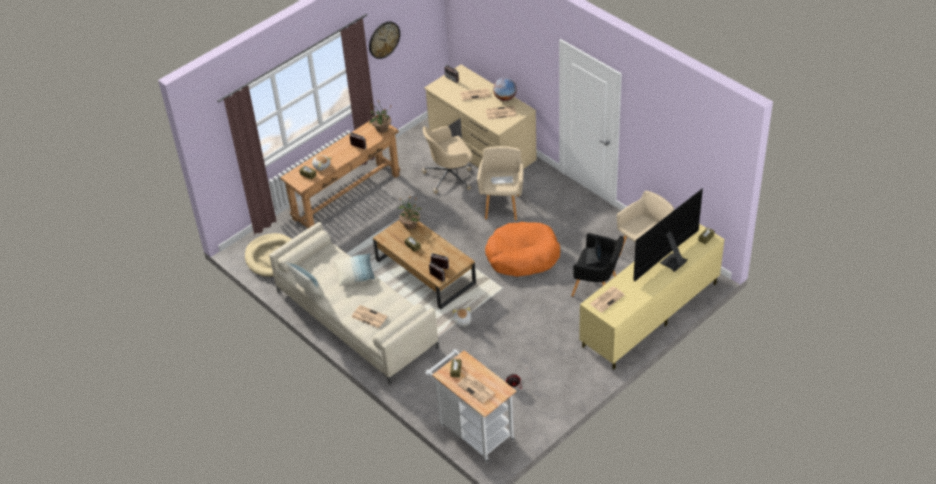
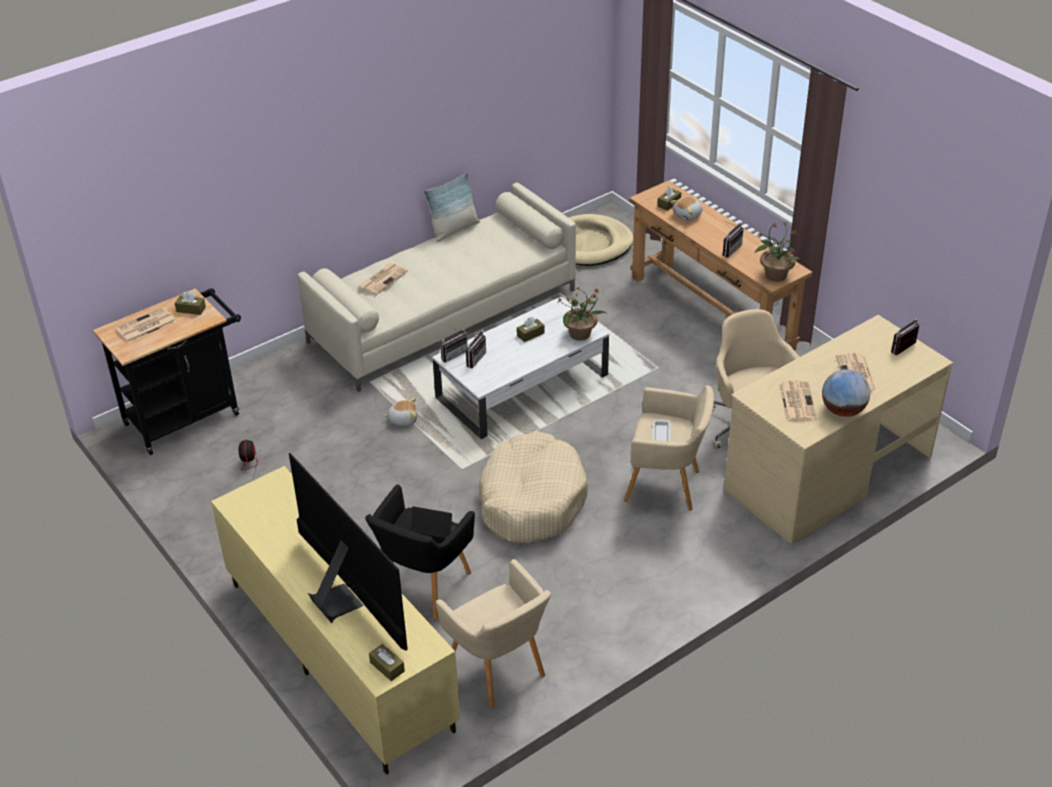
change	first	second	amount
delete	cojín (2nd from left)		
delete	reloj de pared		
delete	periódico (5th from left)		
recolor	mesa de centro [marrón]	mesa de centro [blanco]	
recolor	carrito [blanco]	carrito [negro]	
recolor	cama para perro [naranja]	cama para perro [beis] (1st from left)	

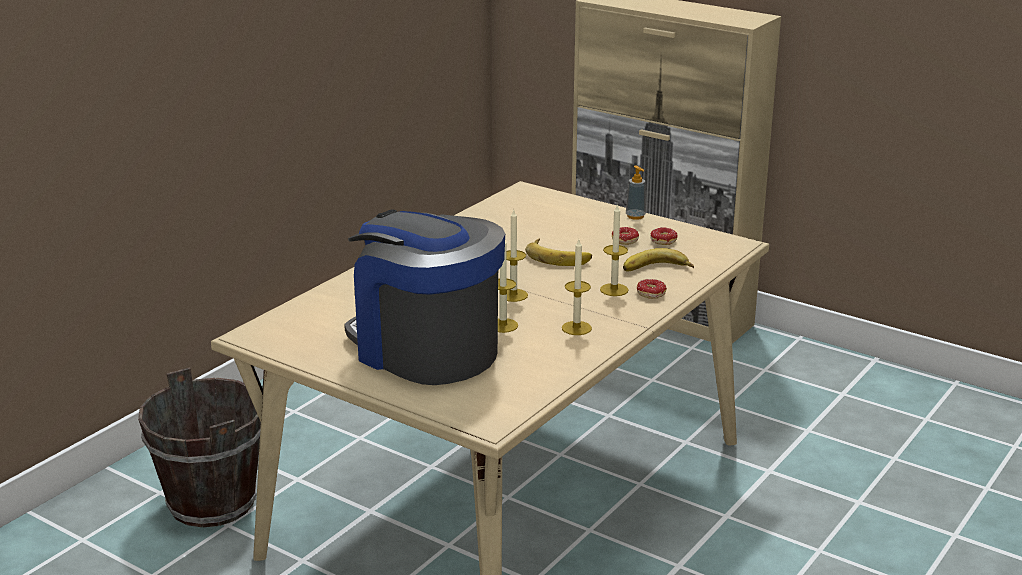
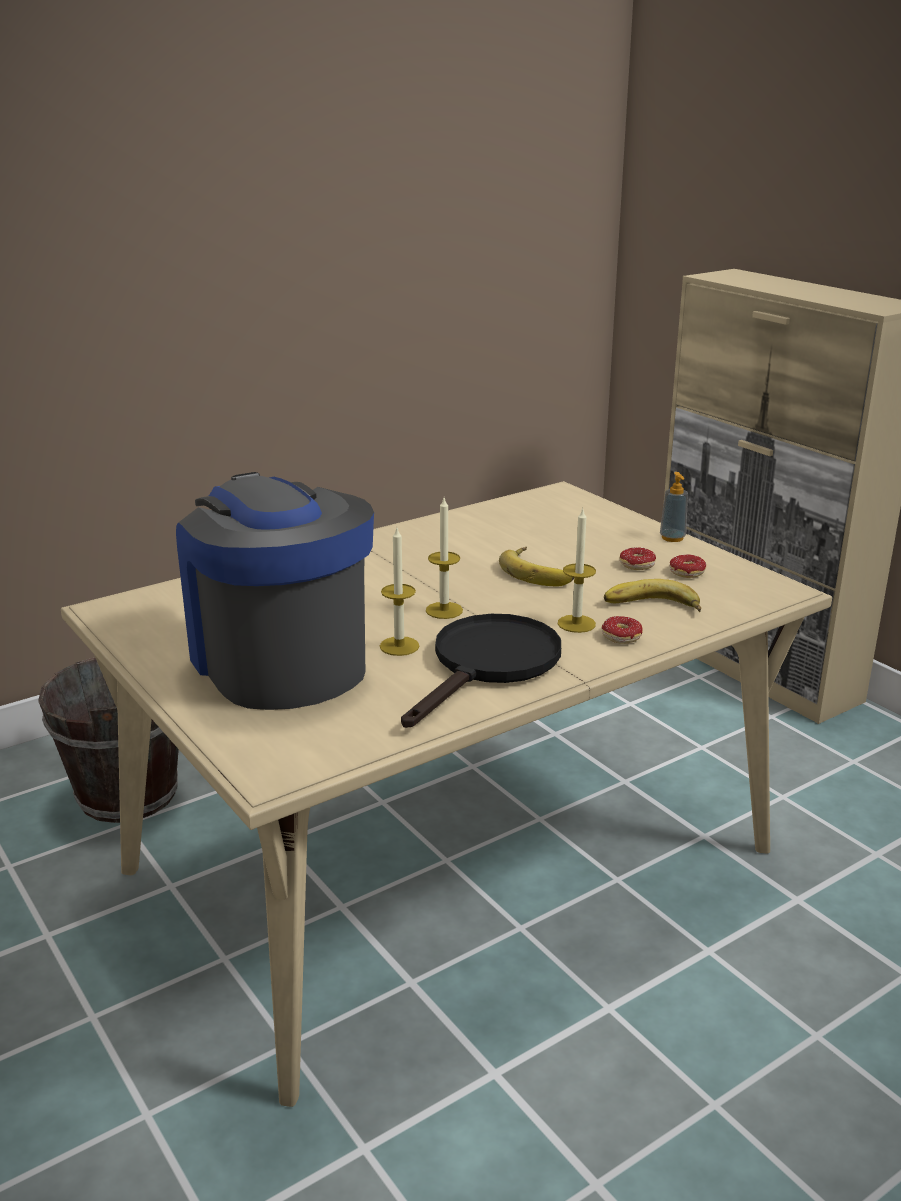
change	first	second	amount
replace	vela (3rd from left)	sartén [negro]	

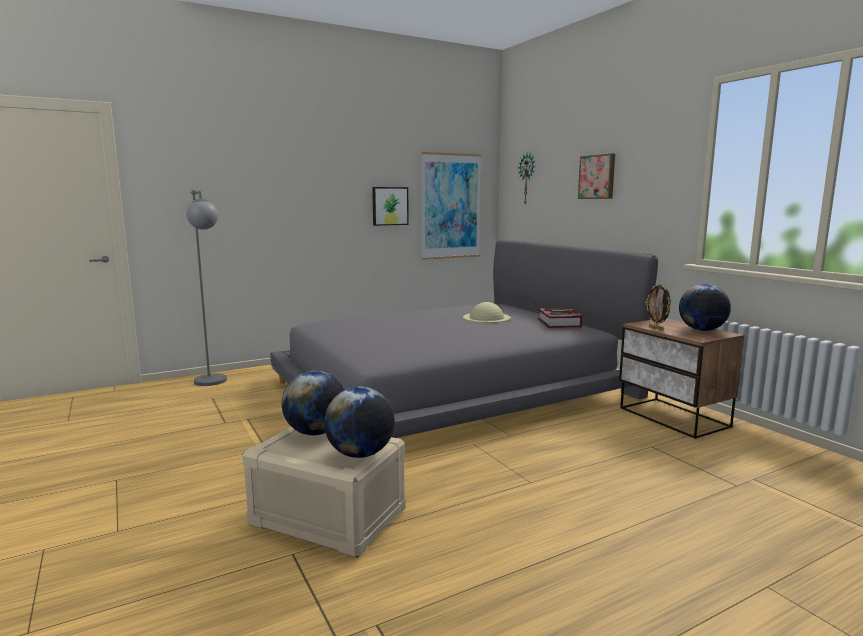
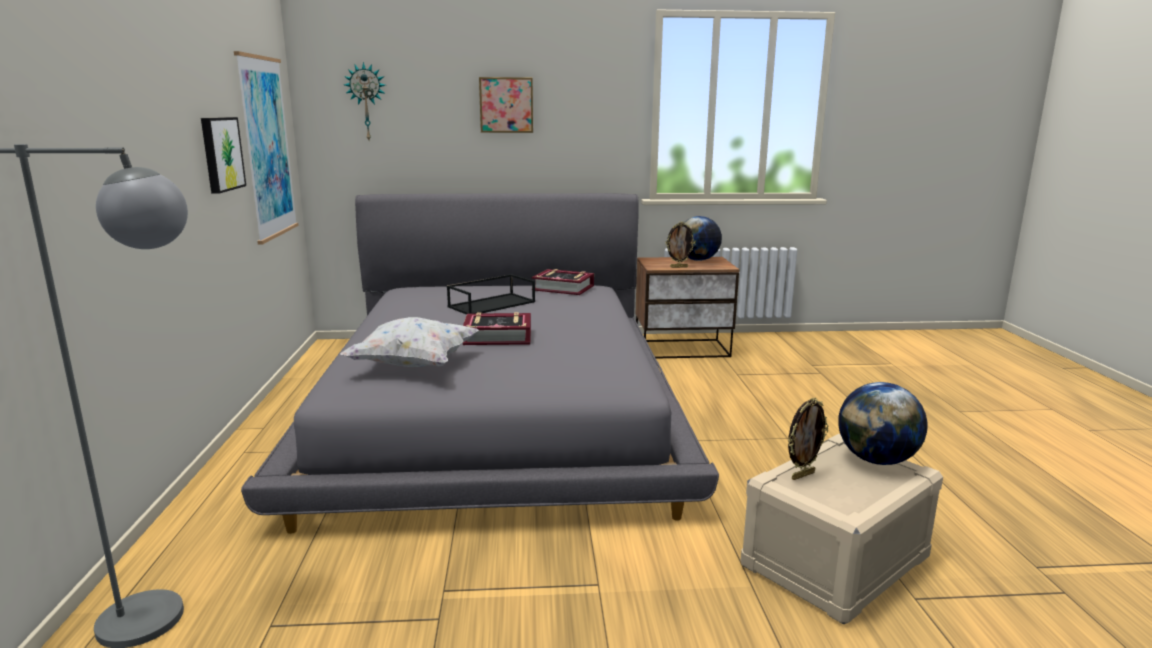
change	first	second	amount
insert		cojín [blanco]	
insert		libro (1st from left)	
replace	globo terráqueo (1st from left)	portarretratos (2nd from left)	
replace	sombrero [beis]	bandeja [negro]	

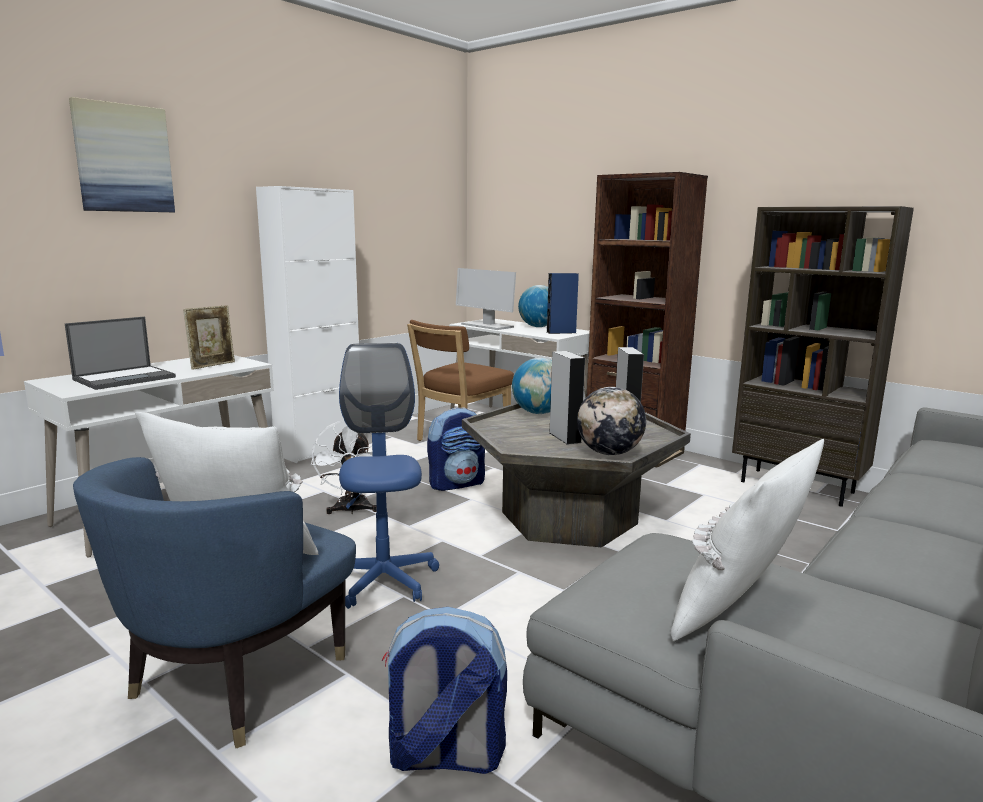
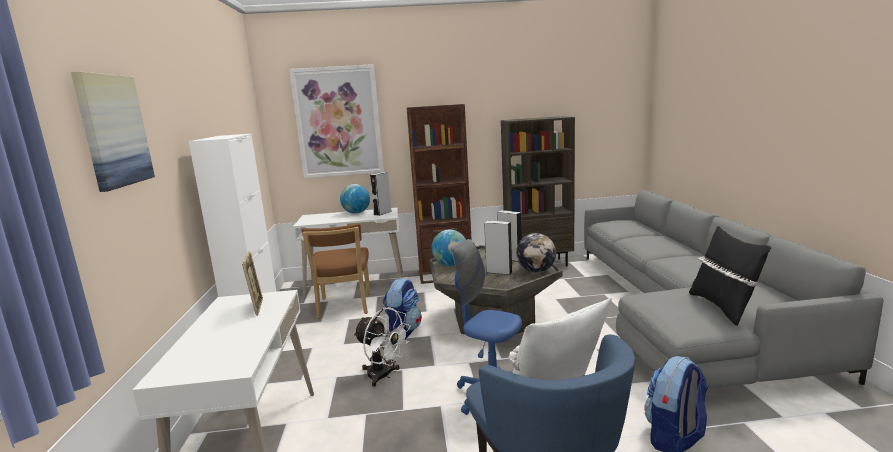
change	first	second	amount
delete	portátil		
delete	monitor		
insert		cuadro (2nd from left)	
recolor	altavoz [azul]	altavoz [gris] (1st from left)	
recolor	cojín [blanco] (2nd from left)	cojín [negro]	

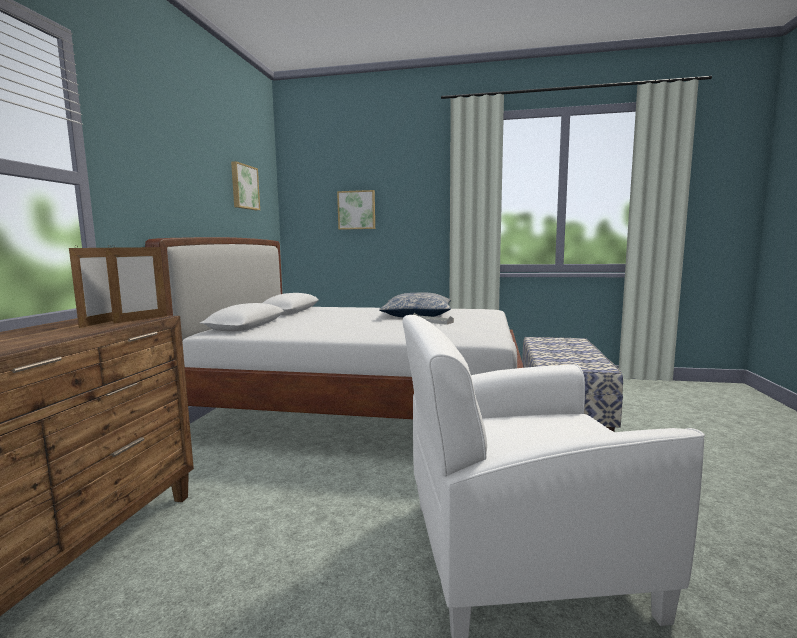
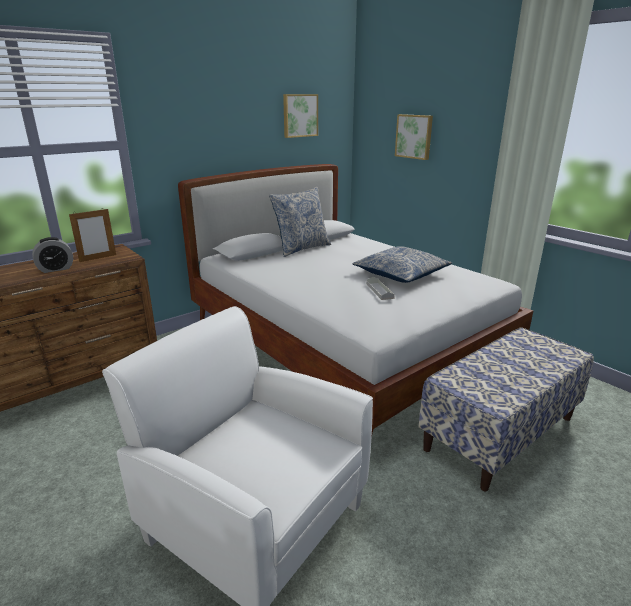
change	first	second	amount
delete	portarretratos (2nd from left)		
insert		despertador	
insert		cojín (1st from left)	

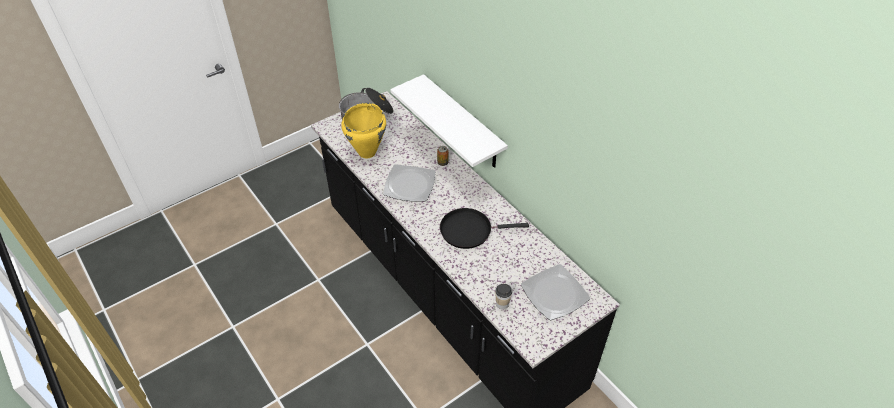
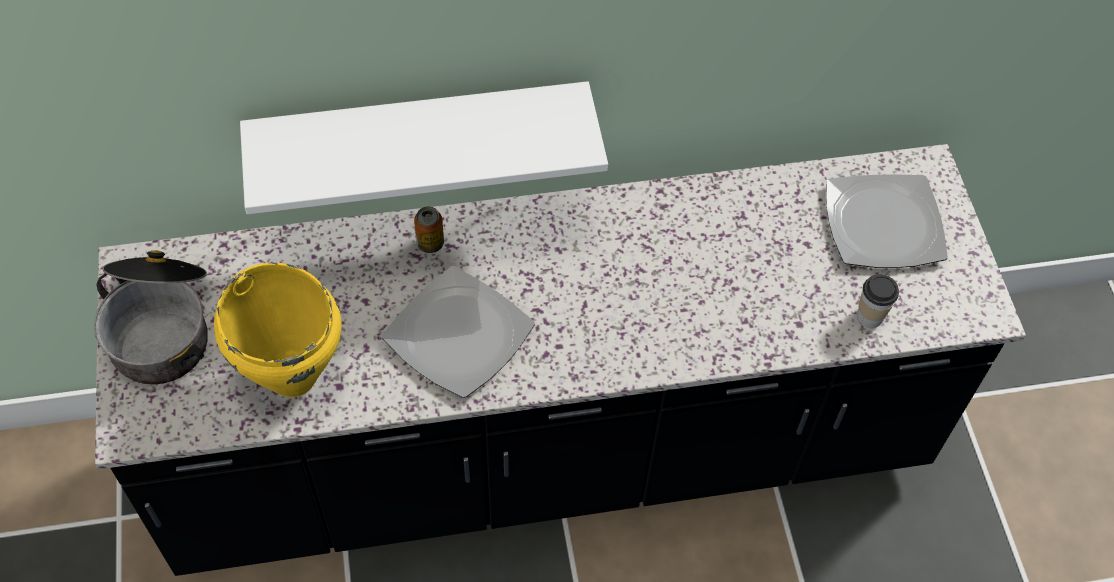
change	first	second	amount
delete	sartén [negro]		

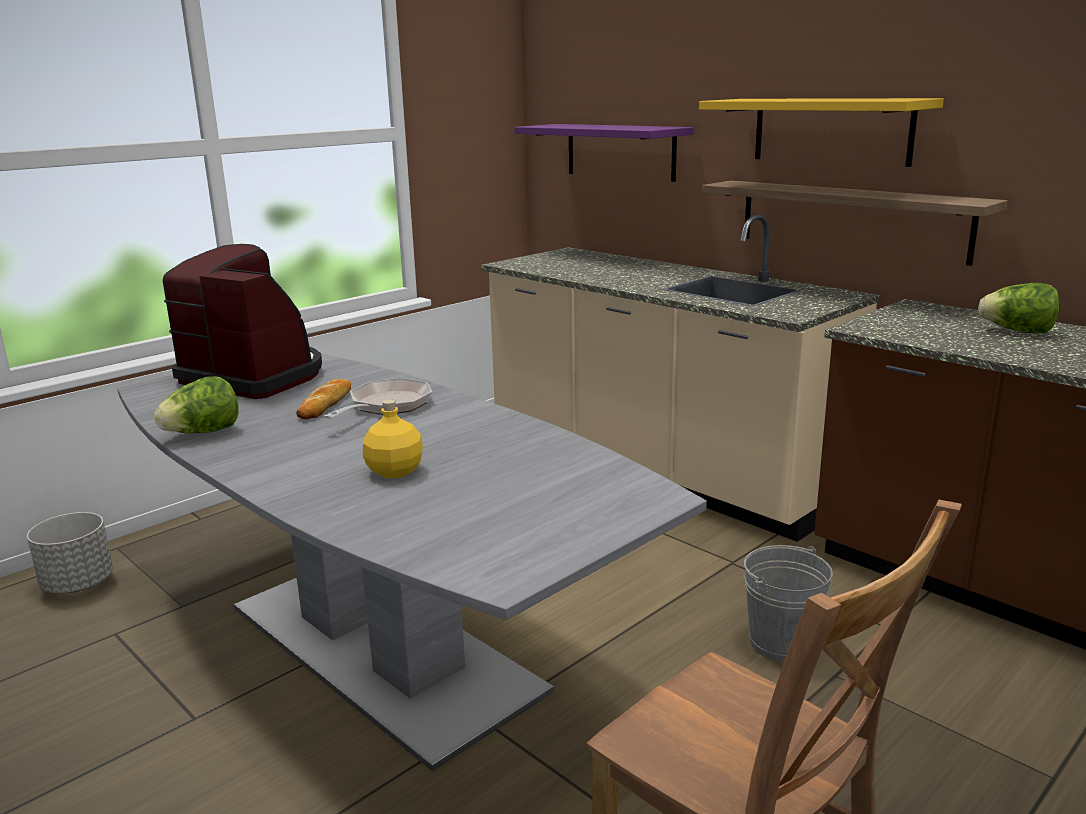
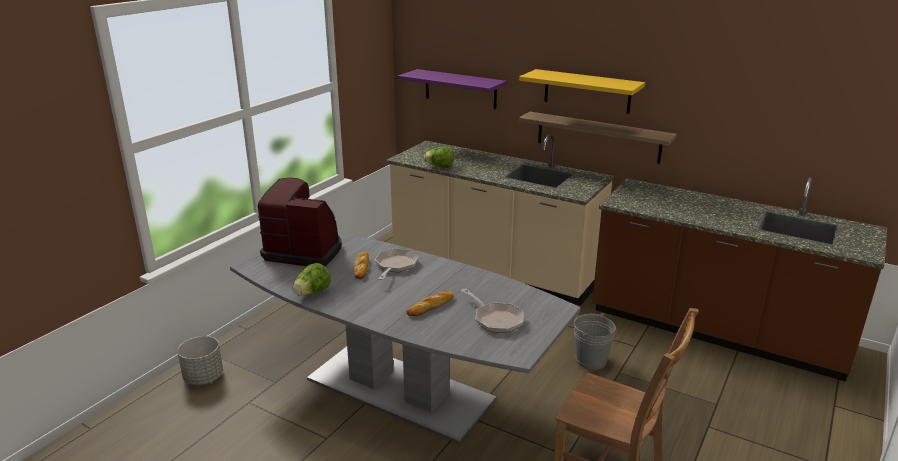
change	first	second	amount
insert		sartén (2nd from left)	
move	lechuga (2nd from left)		
replace	botella [amarillo]	pan (2nd from left)	

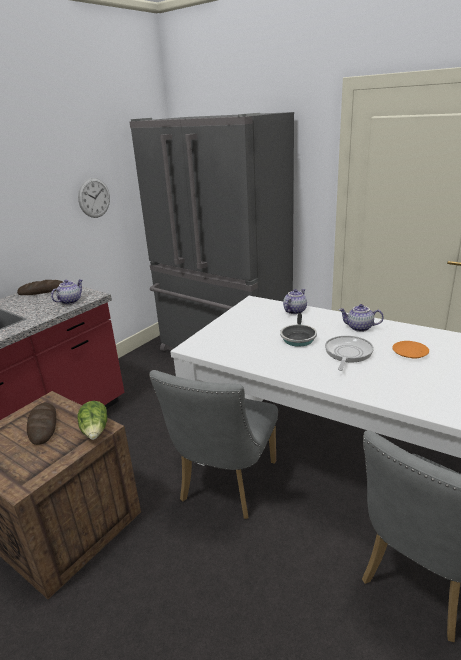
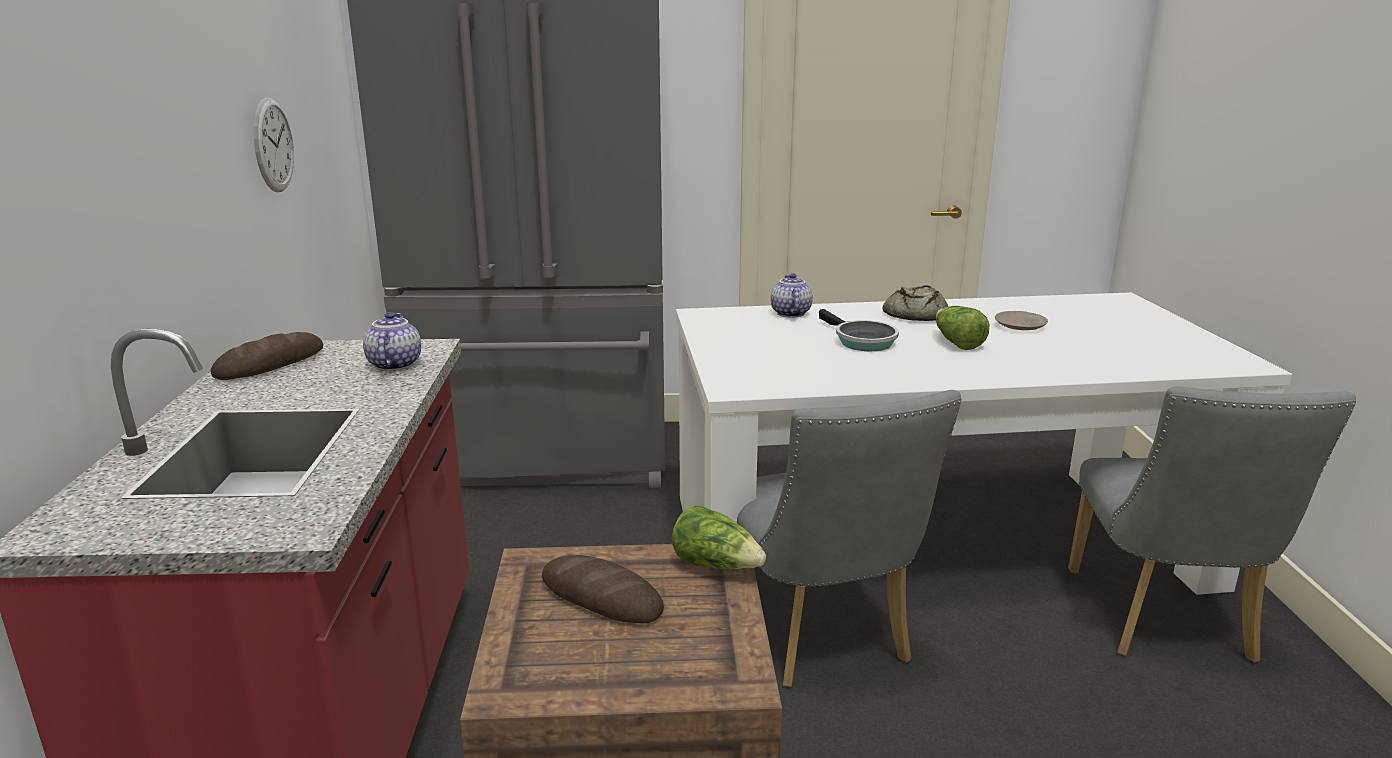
change	first	second	amount
replace	sartén (2nd from left)	lechuga (2nd from left)	
replace	tetera (3rd from left)	pan (3rd from left)	
recolor	plato [naranja]	plato [beis]	

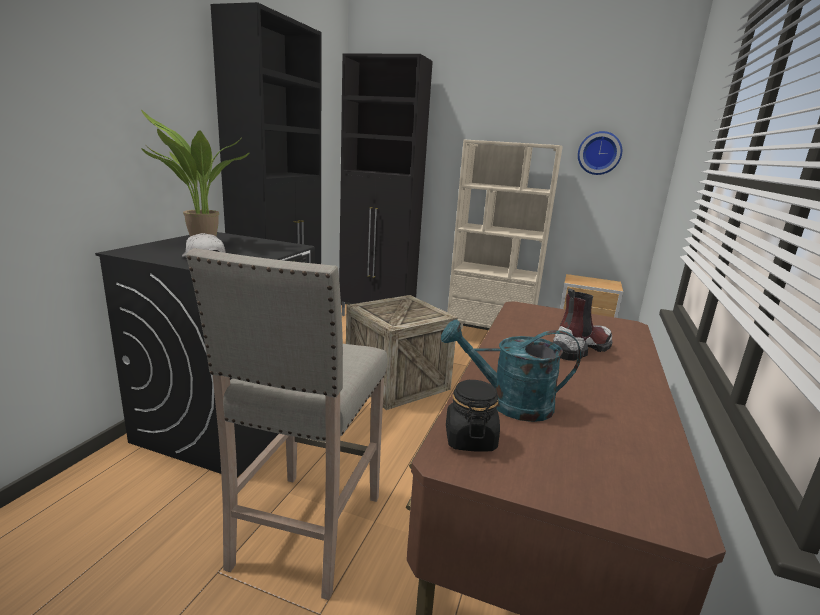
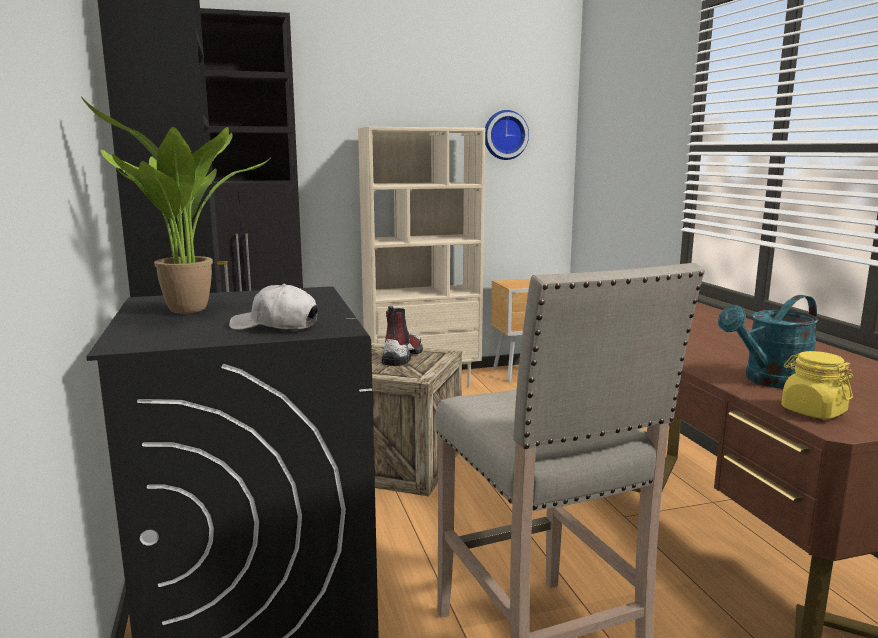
change	first	second	amount
move	bota		
recolor	tarro [negro]	tarro [amarillo]	

